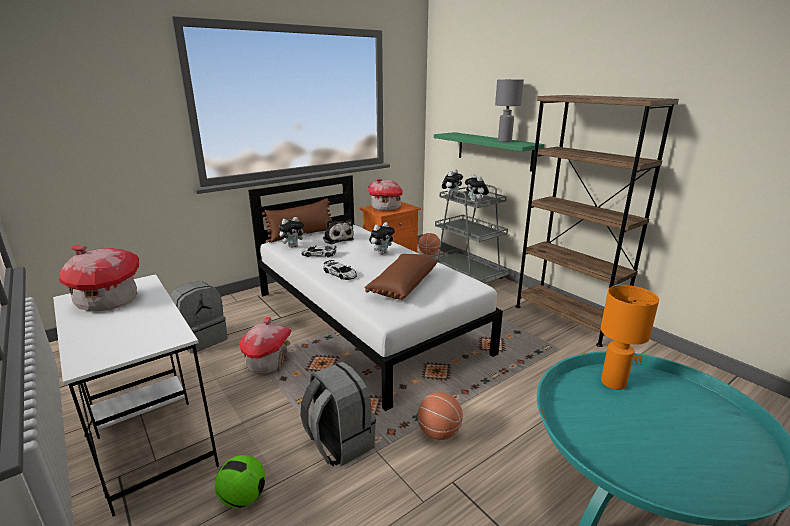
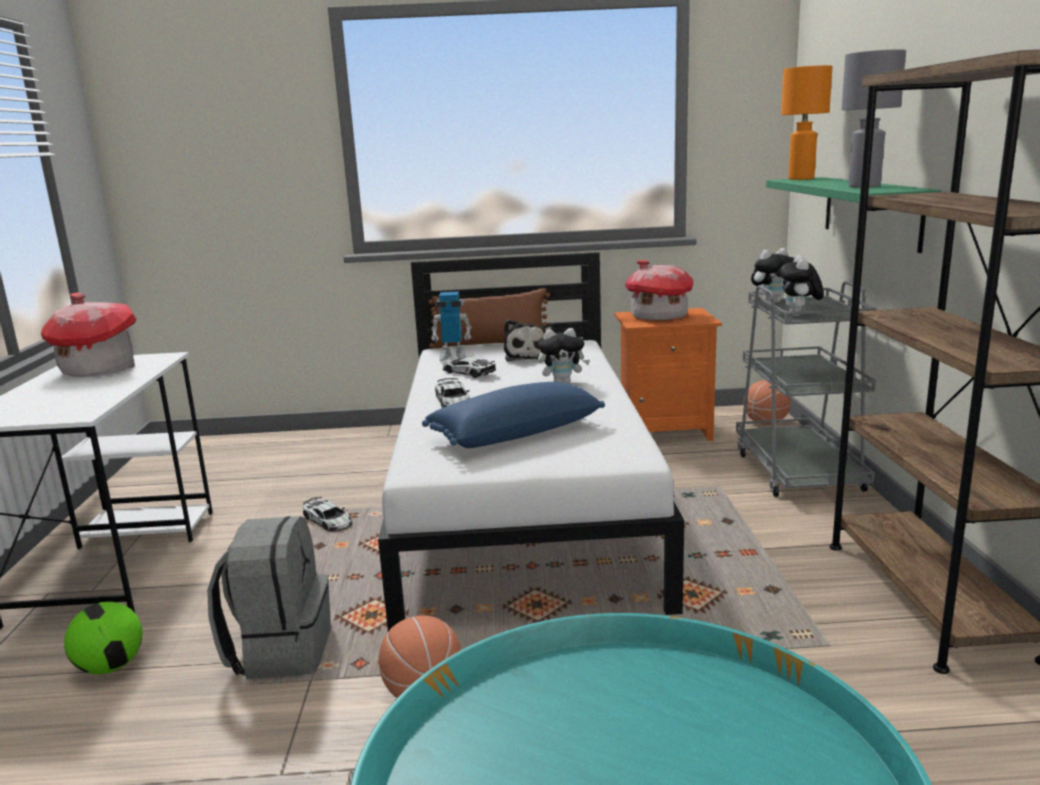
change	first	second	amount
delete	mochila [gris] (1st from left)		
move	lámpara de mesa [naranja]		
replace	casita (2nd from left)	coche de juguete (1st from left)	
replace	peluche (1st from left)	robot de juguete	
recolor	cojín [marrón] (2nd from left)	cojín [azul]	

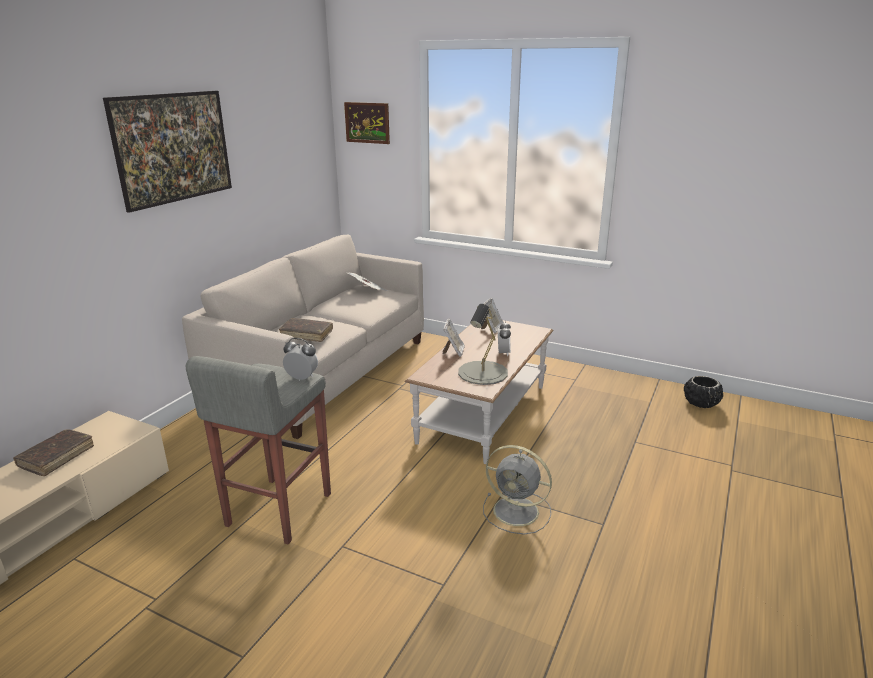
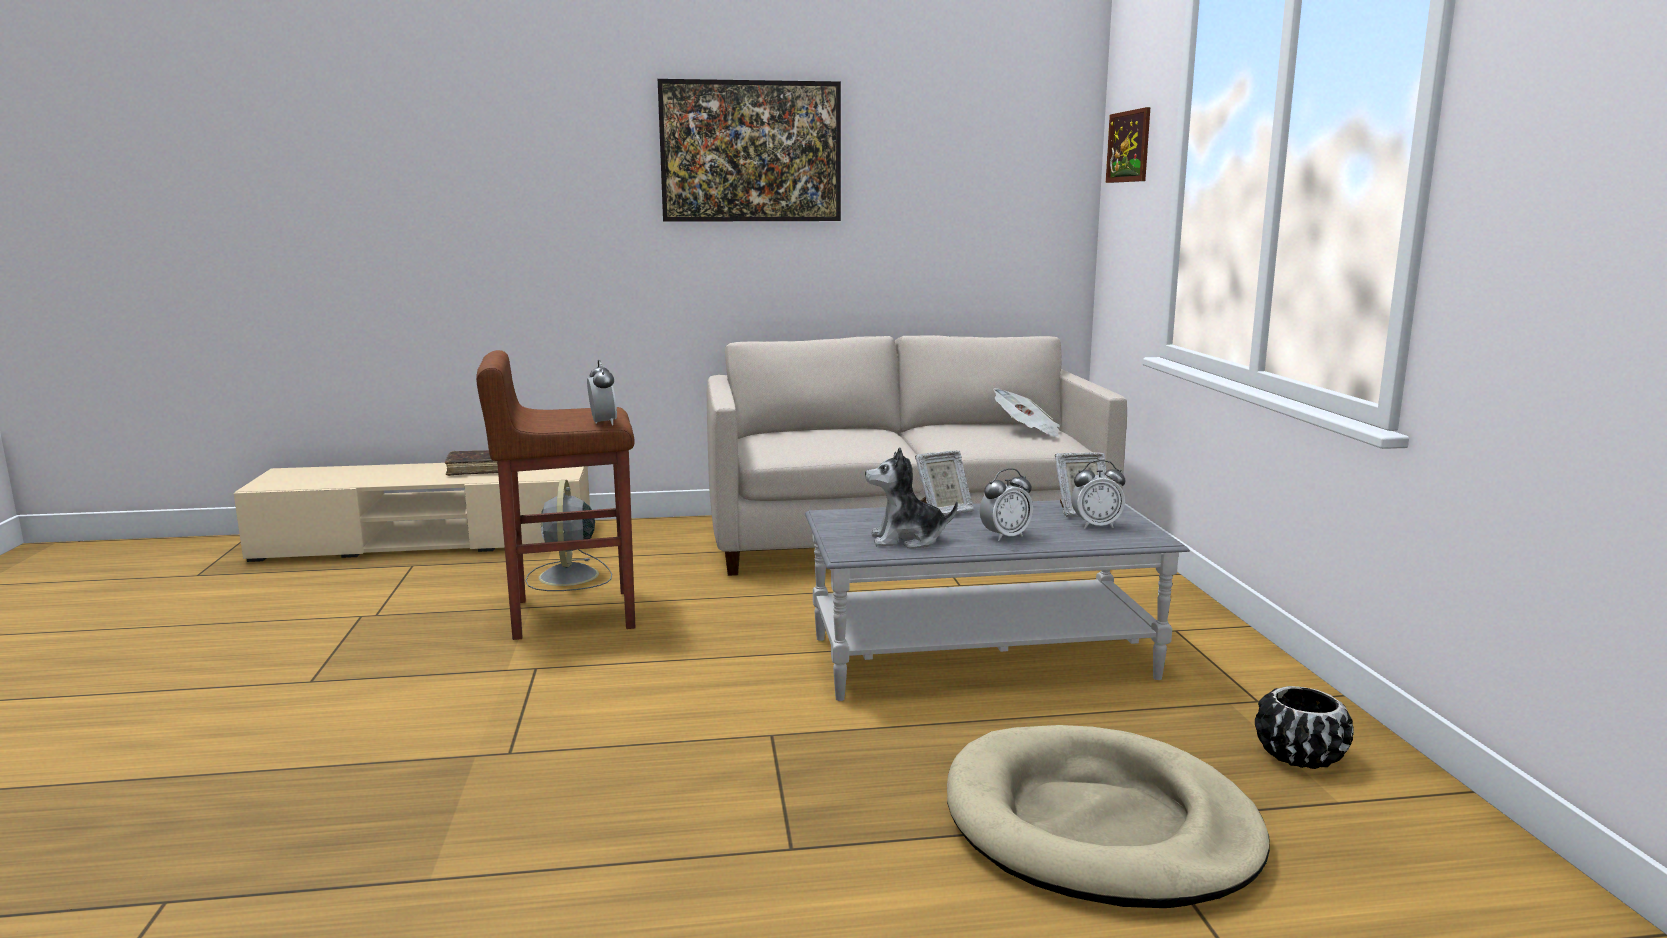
change	first	second	amount
delete	libro [marrón] (2nd from left)		
insert		cama para perro [beis]	
insert		despertador (3rd from left)	
move	ventilador [gris]		
move	maceta [negro]		
replace	lámpara de mesa [gris]	peluche	
recolor	taburete [gris]	taburete [marrón]	
recolor	mesa de centro [marrón]	mesa de centro [gris]	

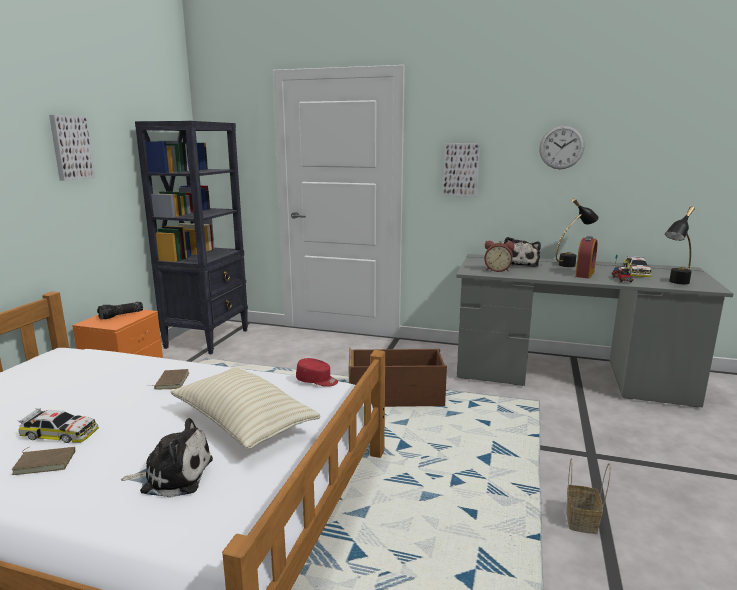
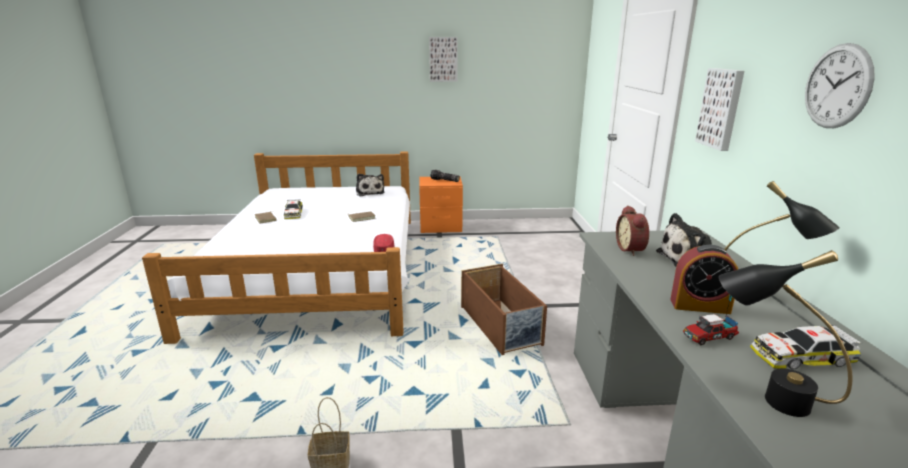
change	first	second	amount
delete	estantería [negro]		
delete	cojín [beis]		
move	peluche (1st from left)		

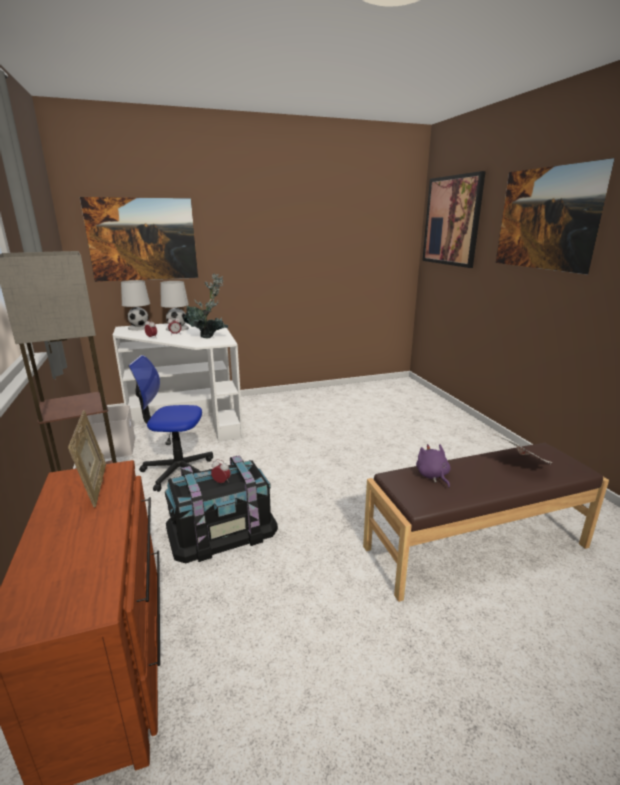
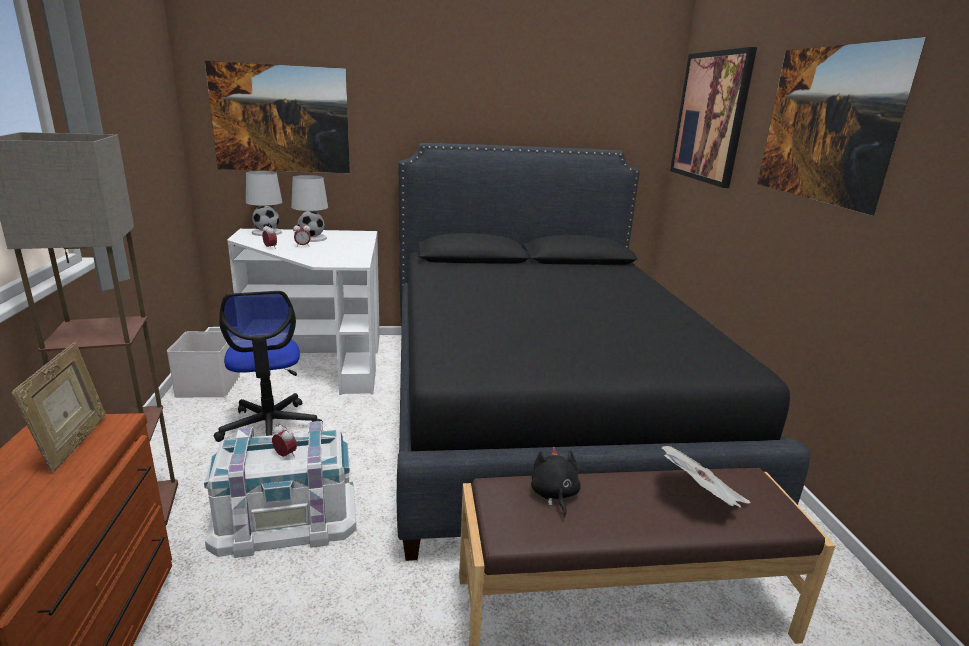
change	first	second	amount
delete	planta en maceta		
insert		cama [negro]	
recolor	caja de almacenaje [negro]	caja de almacenaje [blanco] (2nd from left)	
recolor	peluche [morado]	peluche [negro]	
rotate	silla de oficina		120 degrees counterclockwise

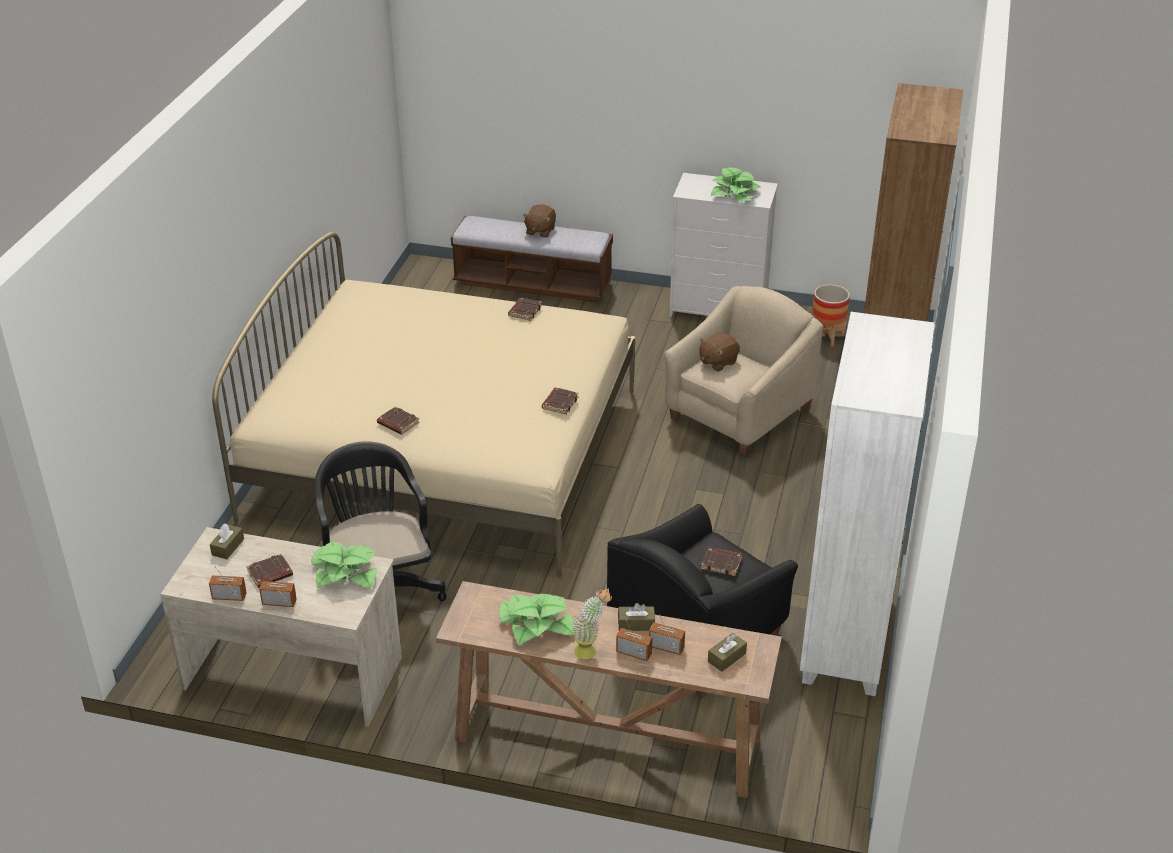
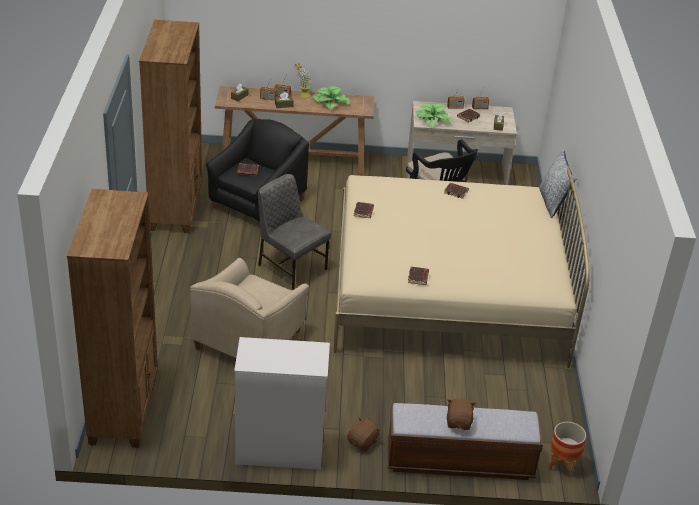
change	first	second	amount
delete	planta en maceta (4th from left)		
insert		silla [gris]	
insert		cojín	
move	peluche [marrón] (2nd from left in the first image)	peluche [marrón] (1st from left)	
move	maceta		
recolor	estantería [blanco]	estantería [marrón] (2nd from left)	

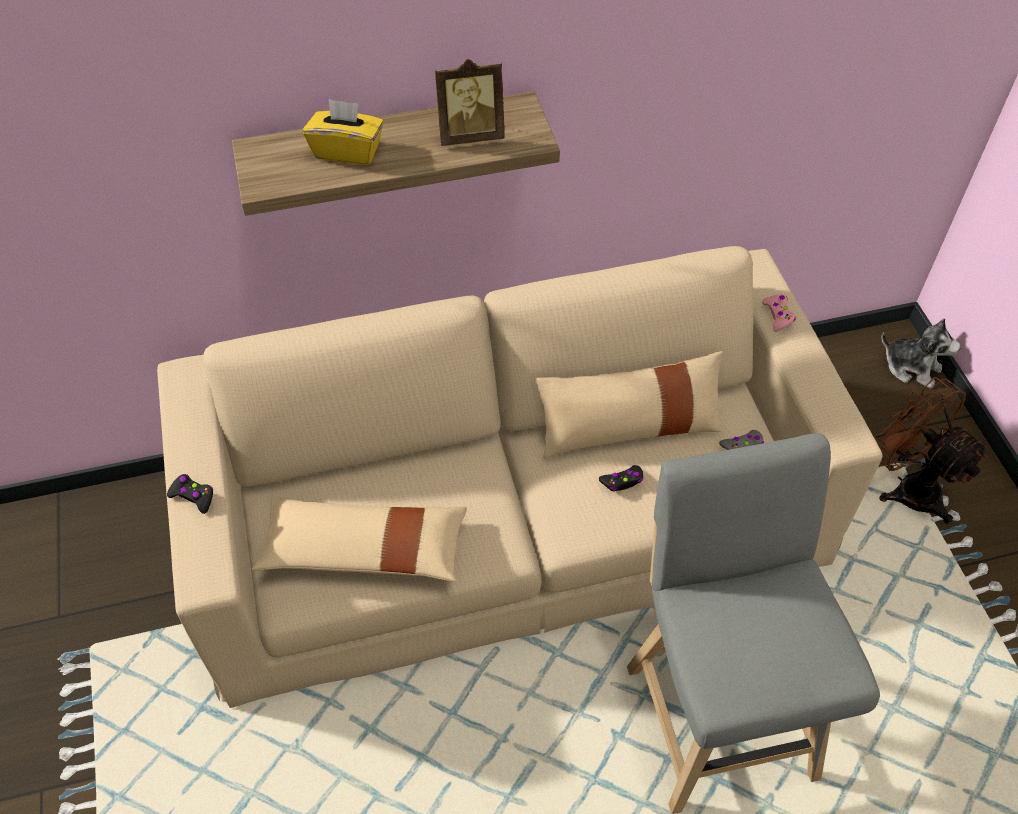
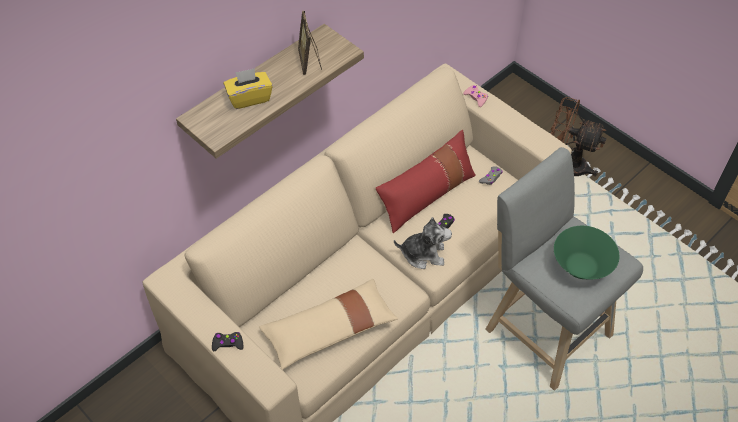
change	first	second	amount
insert		cuenco [verde]	
move	peluche		
recolor	cojín [beis] (2nd from left)	cojín [rojo]	
rotate	portarretratos		120 degrees clockwise

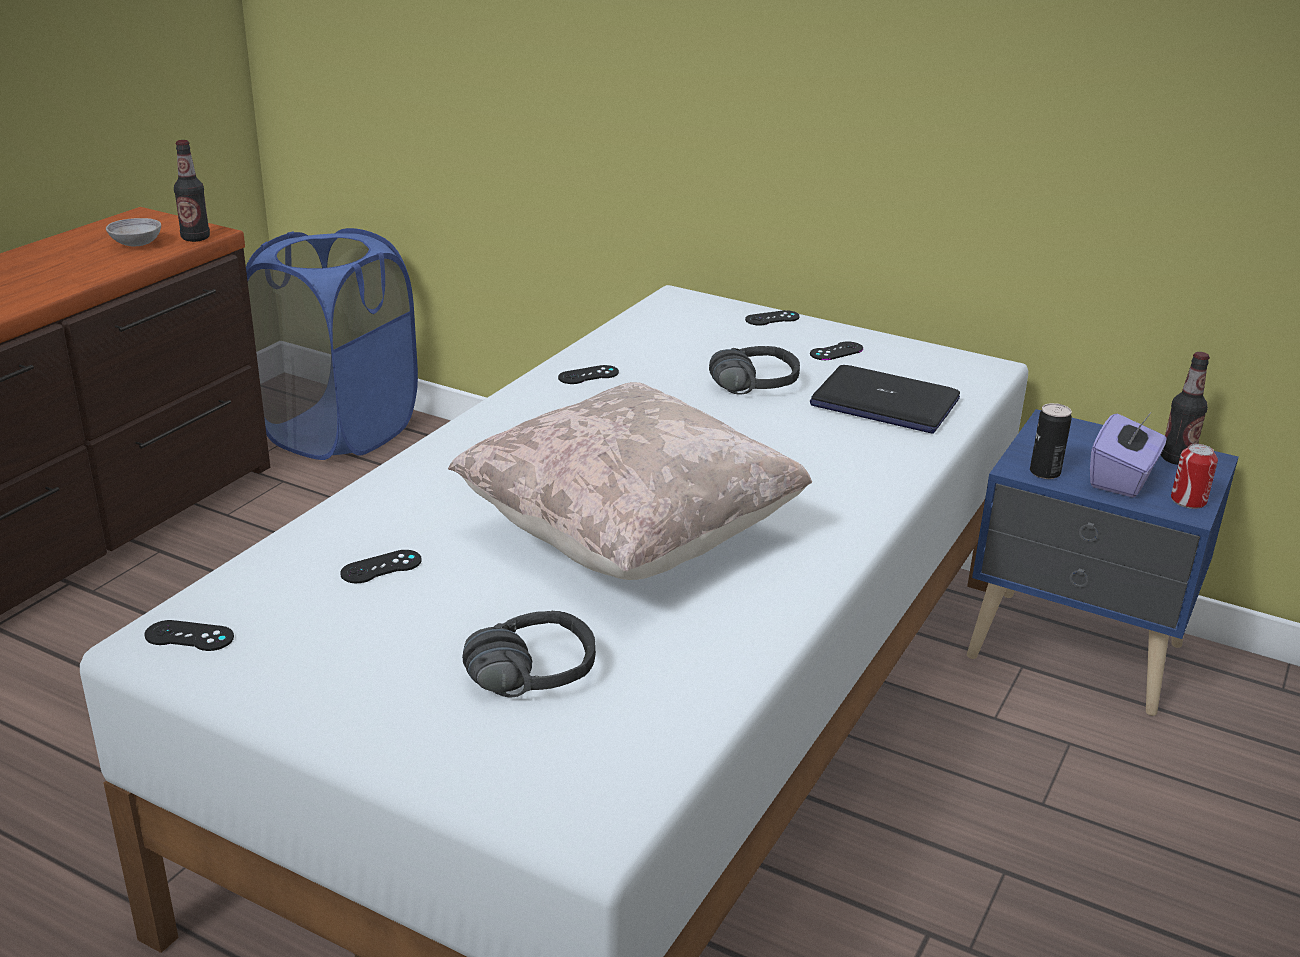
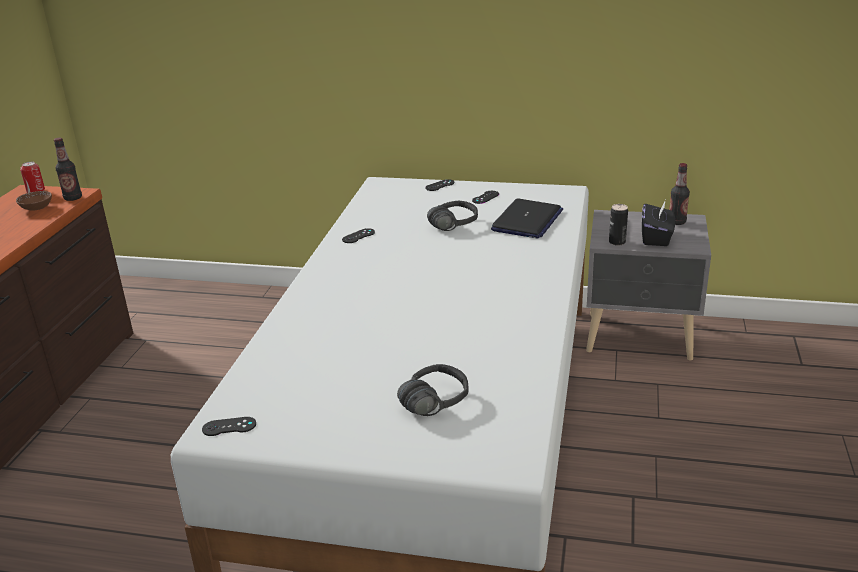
change	first	second	amount
delete	cesto de la ropa [azul]		
delete	mando de consola [negro] (2nd from left)		
delete	cojín [beis]		
move	lata (2nd from left in the first image)	lata (1st from left)	
recolor	cuenco [gris]	cuenco [marrón]	
recolor	mesita de noche [azul]	mesita de noche [gris]	
recolor	caja de pañuelos [morado]	caja de pañuelos [negro]	
rotate	portátil		75 degrees counterclockwise

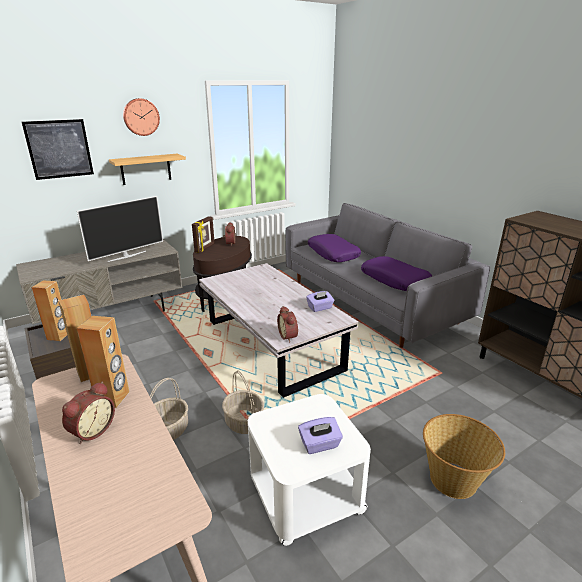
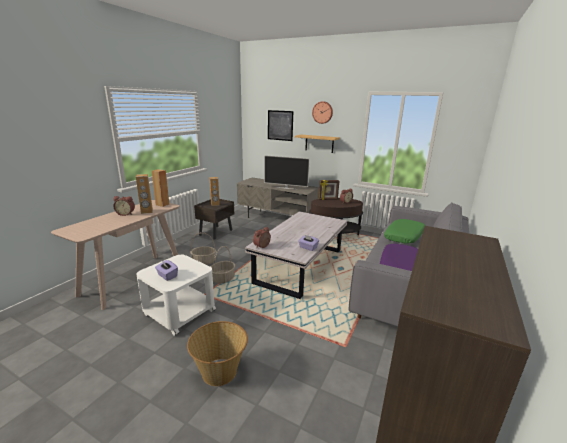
change	first	second	amount
recolor	cojín [morado] (1st from left)	cojín [verde]	

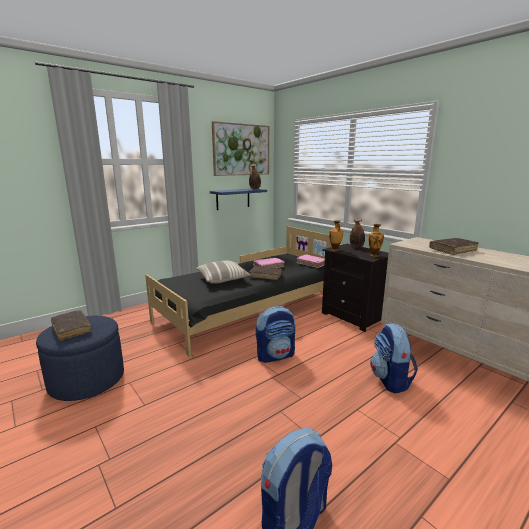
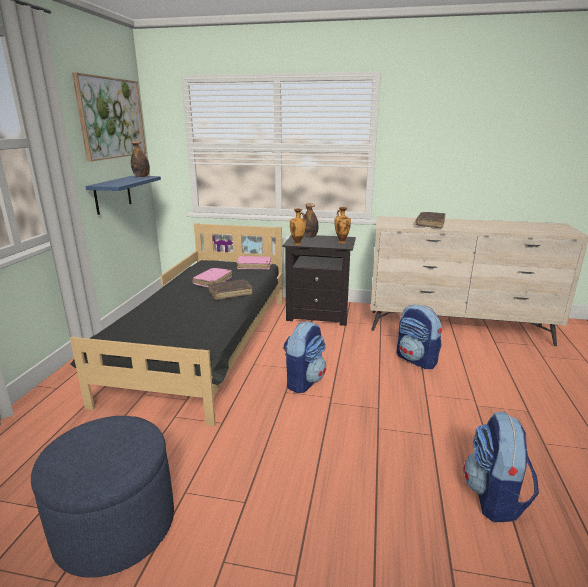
change	first	second	amount
delete	libro [marrón] (1st from left)		
delete	cojín		

